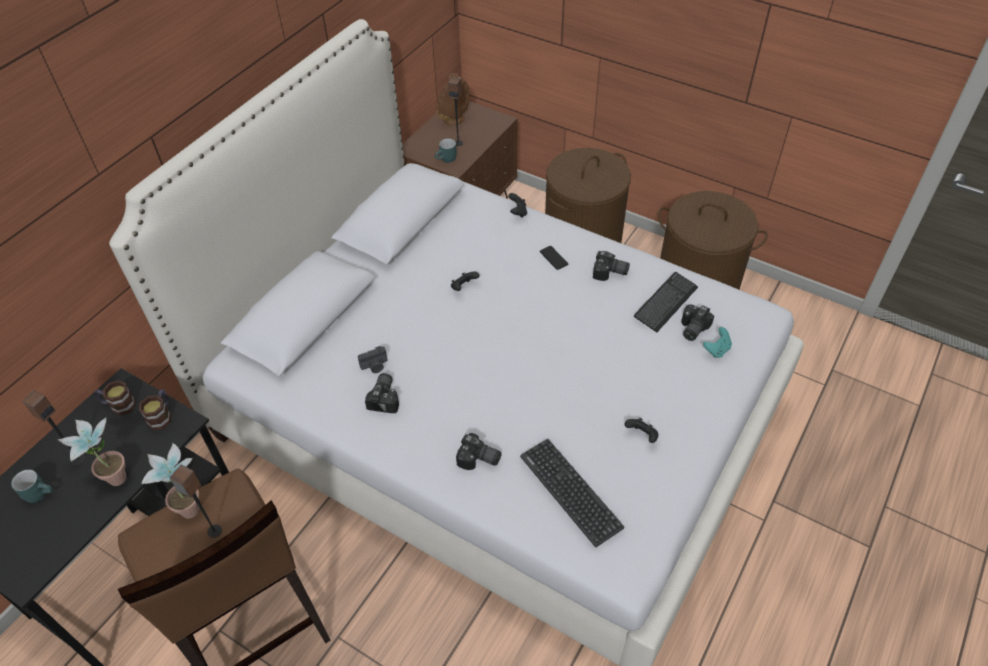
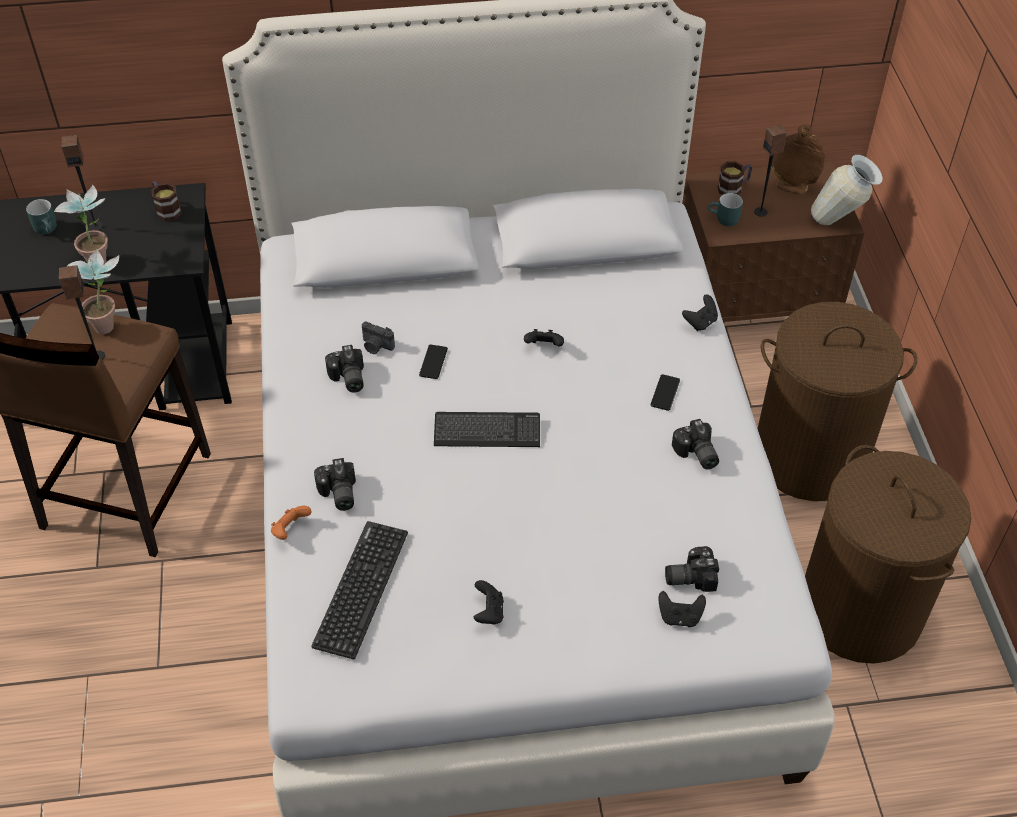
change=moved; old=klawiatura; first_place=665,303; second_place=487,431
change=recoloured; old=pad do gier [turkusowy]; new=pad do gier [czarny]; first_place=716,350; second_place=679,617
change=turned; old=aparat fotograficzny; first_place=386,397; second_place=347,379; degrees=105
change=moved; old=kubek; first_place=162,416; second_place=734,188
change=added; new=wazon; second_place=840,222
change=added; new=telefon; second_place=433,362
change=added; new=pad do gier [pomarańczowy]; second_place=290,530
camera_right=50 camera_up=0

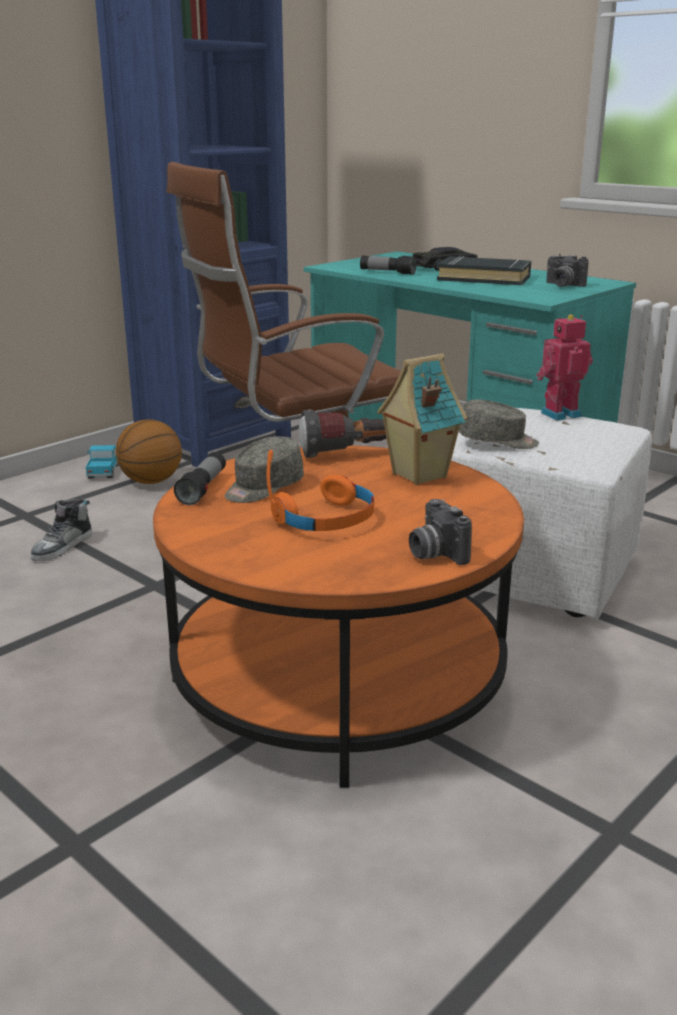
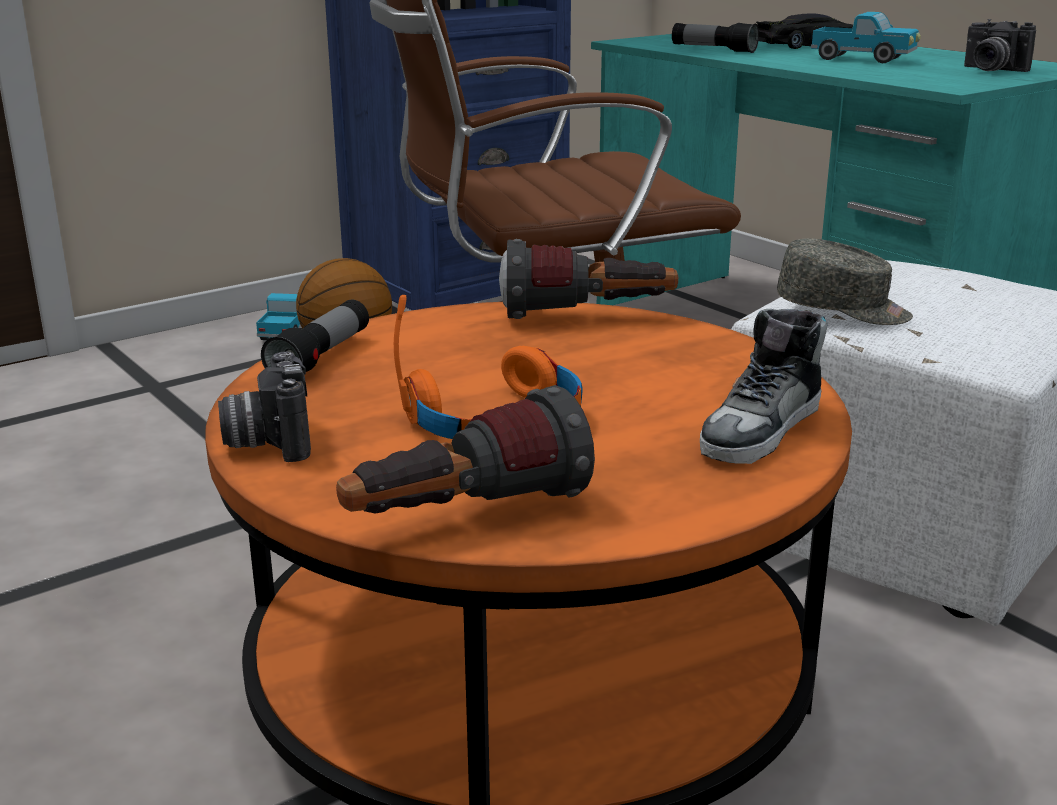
change=replaced; old=książka [czarny]; new=ciężarówka zabawkowa; first_place=484,278; second_place=863,59
change=removed; old=robot zabawkowy; first_place=559,414
change=removed; old=domek; first_place=417,475
change=removed; old=czapka z daszkiem [szary]; first_place=263,488
change=moved; old=but; first_place=63,547; second_place=762,431
change=moved; old=aparat fotograficzny; first_place=434,553; second_place=268,441
change=added; new=latarka; second_place=465,518
camera_right=10 camera_up=0

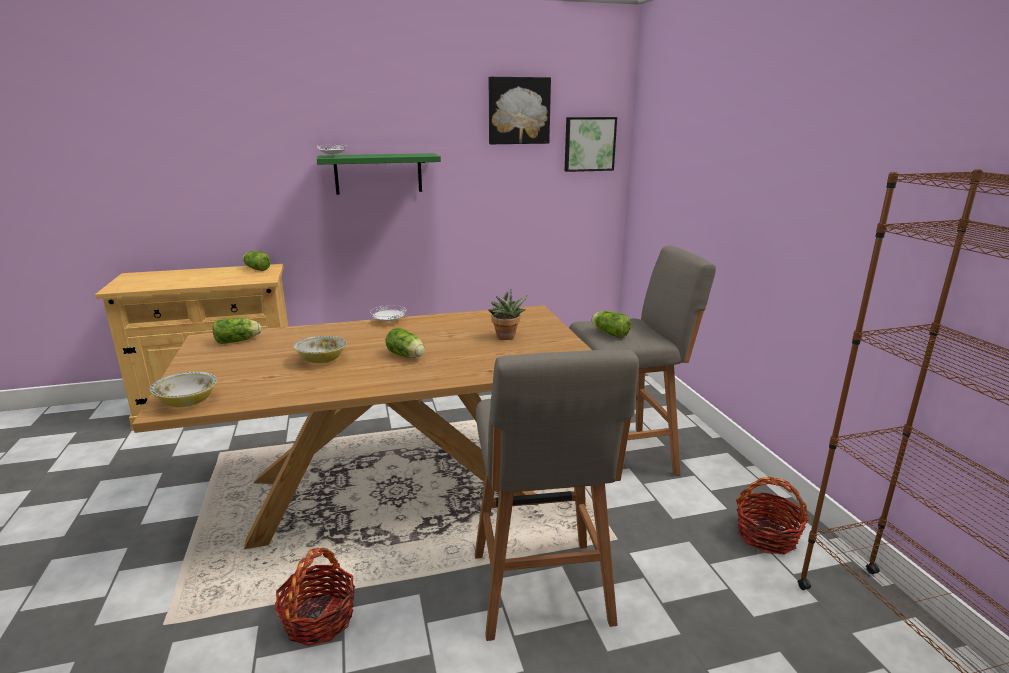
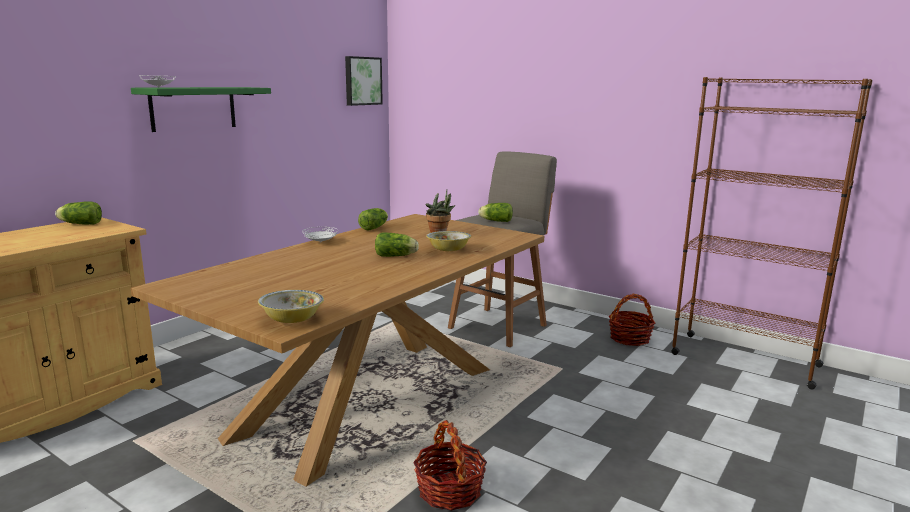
change=removed; old=obraz; first_place=518,111
change=moved; old=sałata; first_place=239,341; second_place=375,227
change=moved; old=miska; first_place=322,360; second_place=448,250
change=removed; old=stołek [szary]; first_place=541,592
camera_right=-40 camera_up=-5

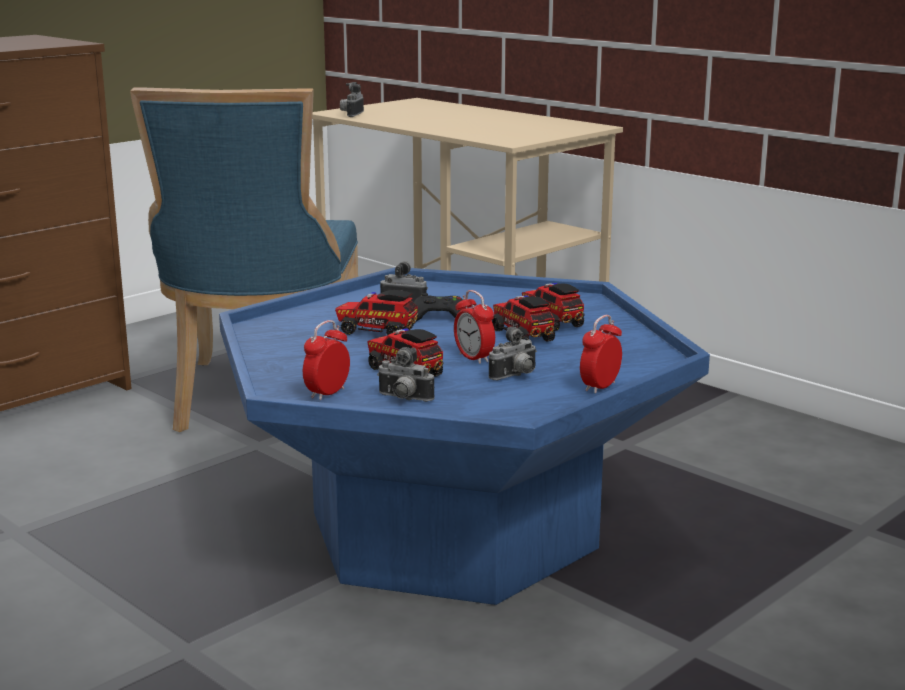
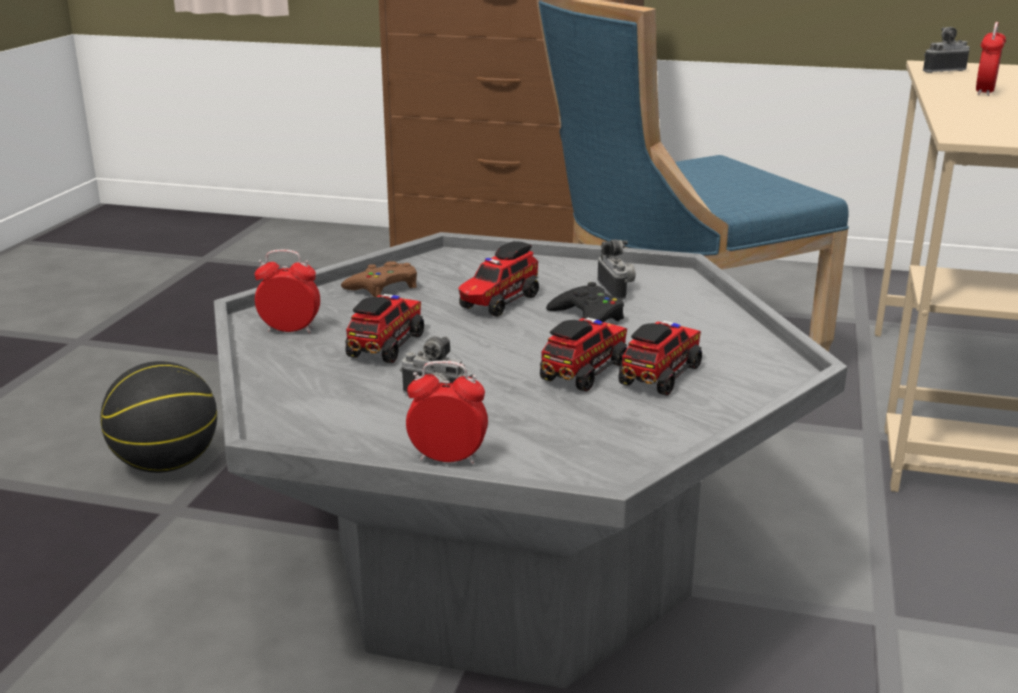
change=recoloured; old=ława [niebieski]; new=ława [szary]; first_place=453,531; second_place=508,568
change=turned; old=ciężarówka zabawkowa; first_place=375,332; second_place=498,303; degrees=-135
change=moved; old=budzik; first_place=474,358; second_place=984,92
change=removed; old=aparat fotograficzny; first_place=403,399
change=added; new=pad do gier [brązowy]; second_place=383,287
change=added; new=piłka do koszykówki; second_place=166,464
camera_right=60 camera_up=5

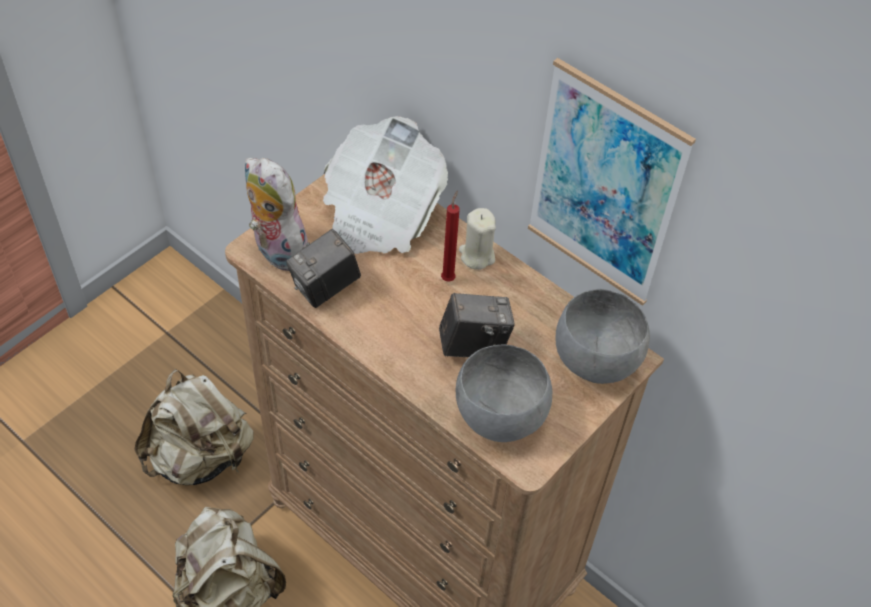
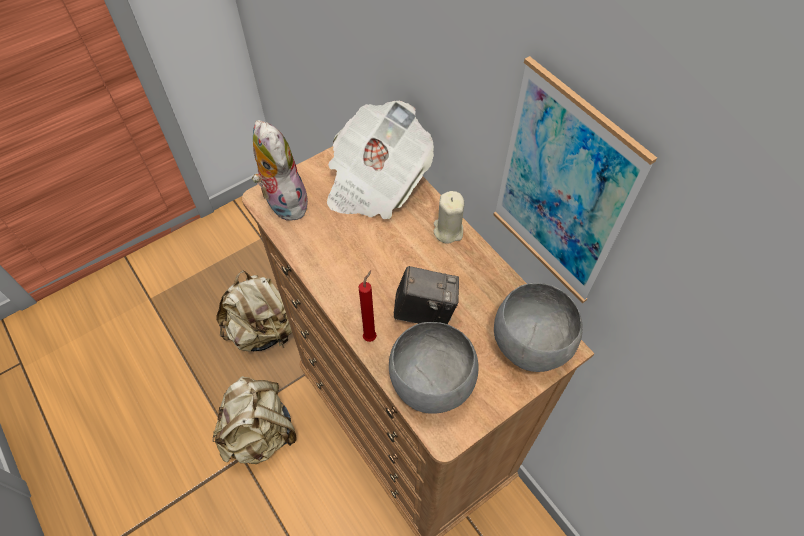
change=moved; old=świeca [czerwony]; first_place=448,278; second_place=371,336
change=removed; old=aparat fotograficzny; first_place=325,288
camera_right=15 camera_up=5

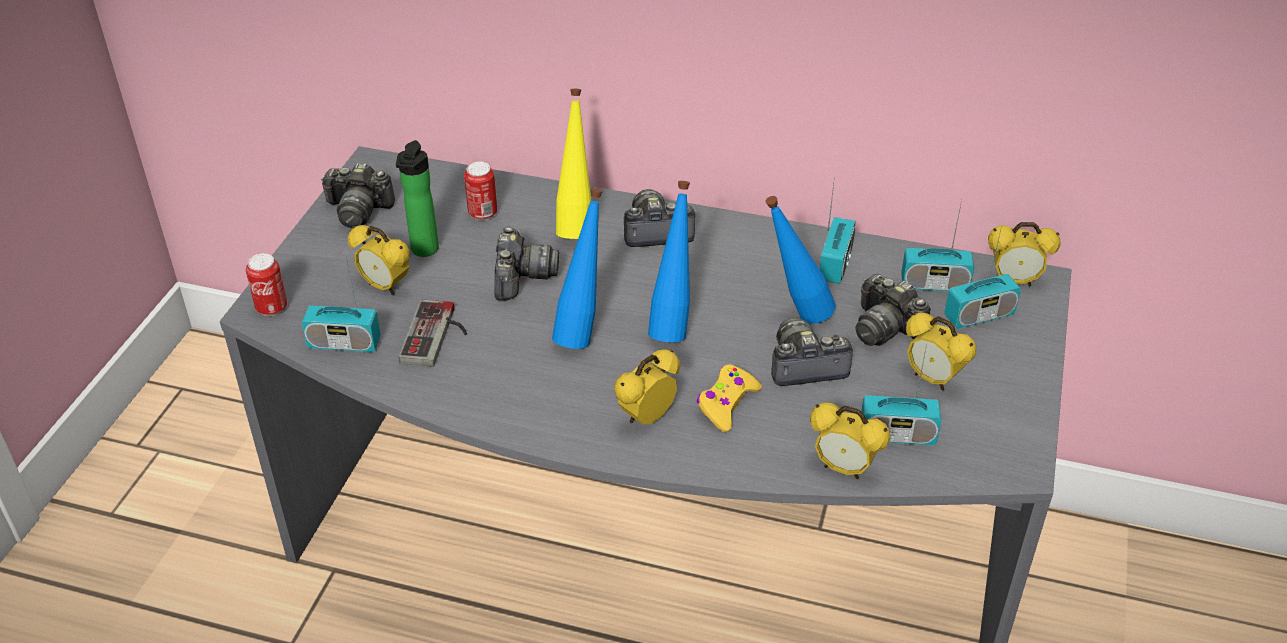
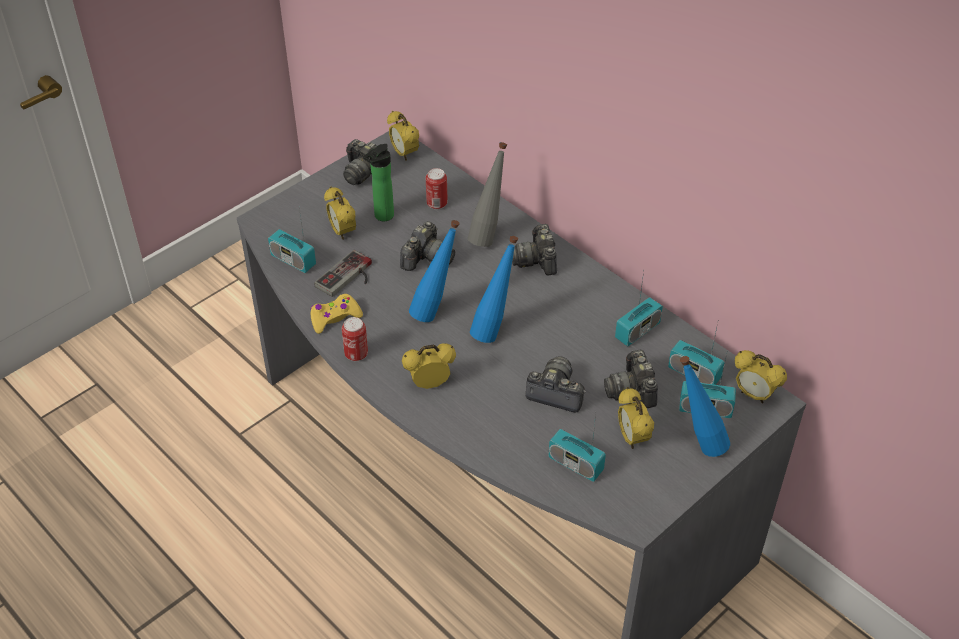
change=recoloured; old=butelka [żółty]; new=butelka [szary]; first_place=576,226; second_place=488,235
change=turned; old=aparat fotograficzny; first_place=656,232; second_place=536,260; degrees=-120
change=moved; old=butelka [niebieski]; first_place=795,317; second_place=697,444
change=moved; old=puszka; first_place=272,308; second_place=356,354
change=moved; old=pad do gier [żółty]; first_place=726,404; second_place=334,318
change=moved; old=budzik; first_place=843,468; second_place=404,154
camera_right=30 camera_up=5

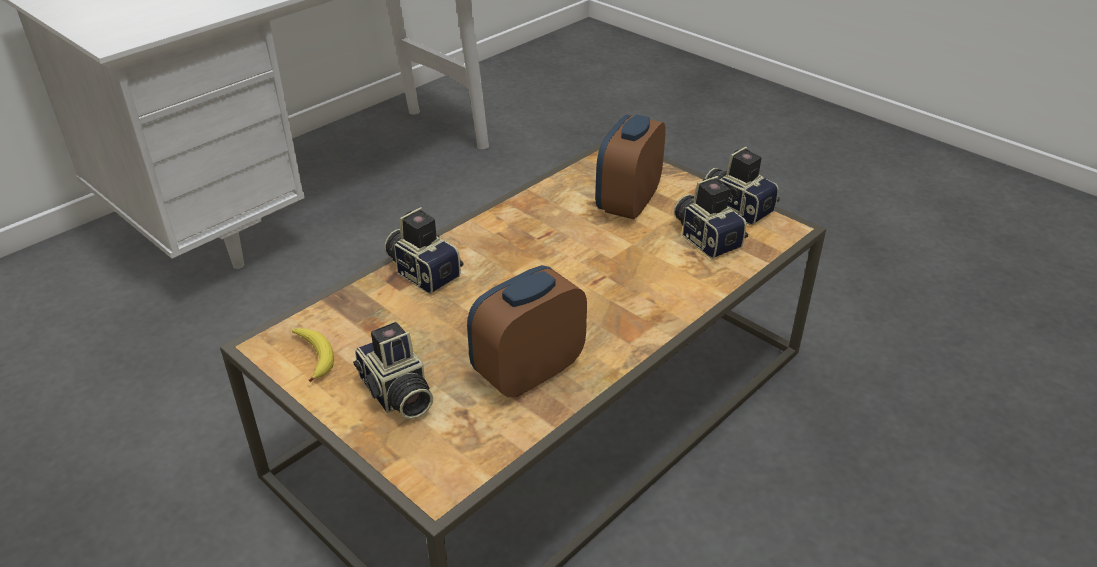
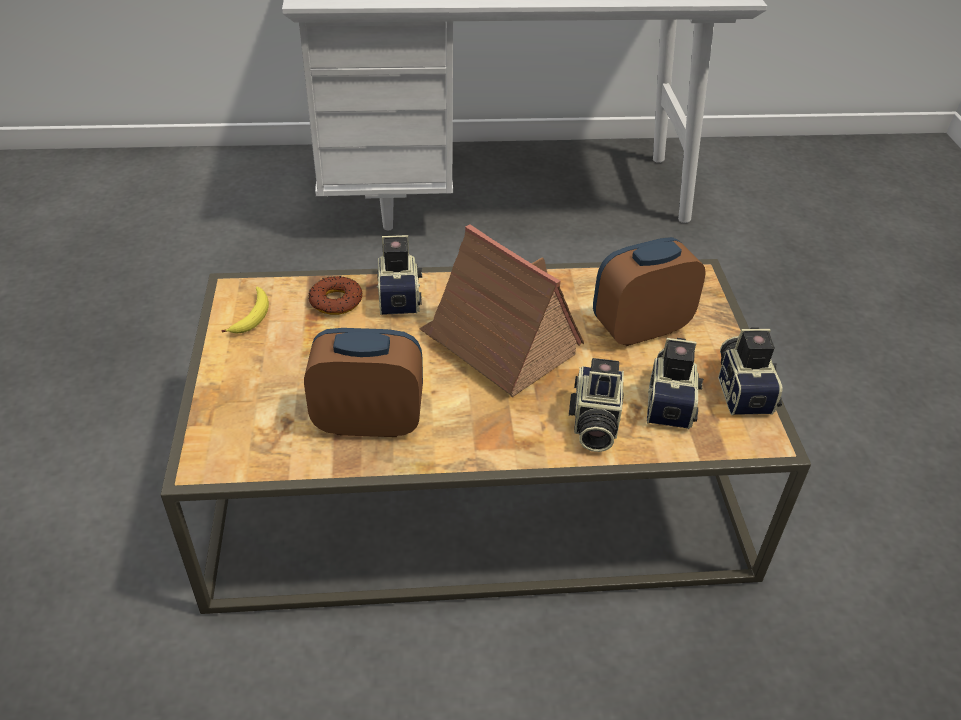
change=moved; old=aparat fotograficzny; first_place=396,395; second_place=593,423
change=added; new=domek; second_place=499,344
change=added; new=donut; second_place=336,301
camera_right=40 camera_up=5

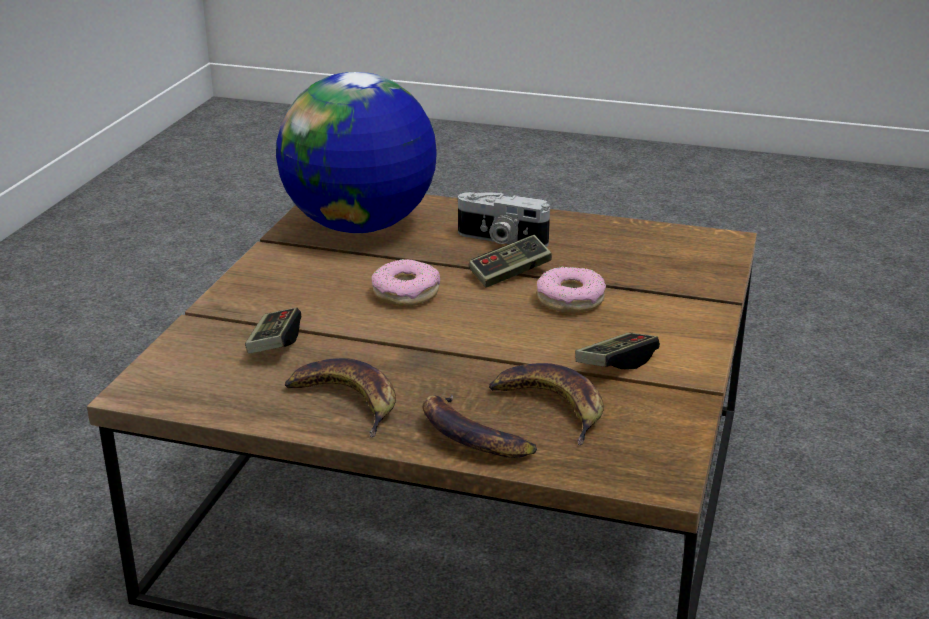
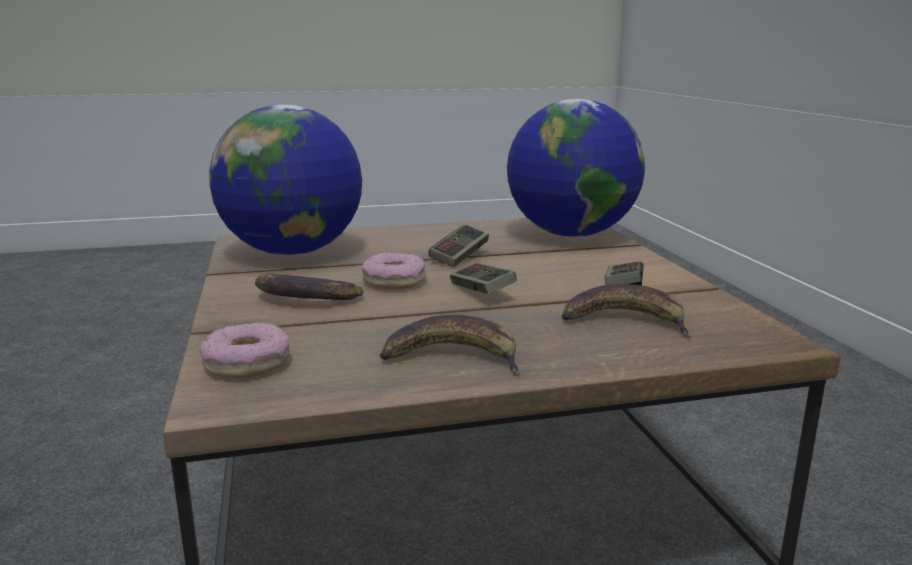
change=removed; old=aparat fotograficzny; first_place=501,240
change=moved; old=donut; first_place=570,300; second_place=246,363
change=moved; old=pad do gier; first_place=274,344; second_place=481,292
change=moved; old=banan; first_place=471,436; second_place=303,298
change=added; new=globus; second_place=571,234
camera_right=-30 camera_up=-10

